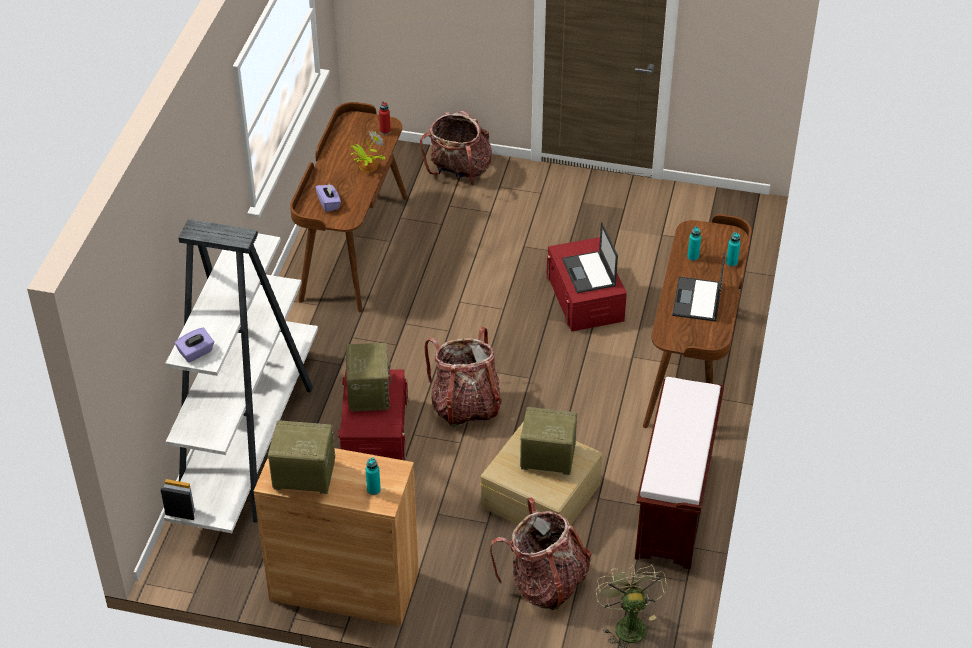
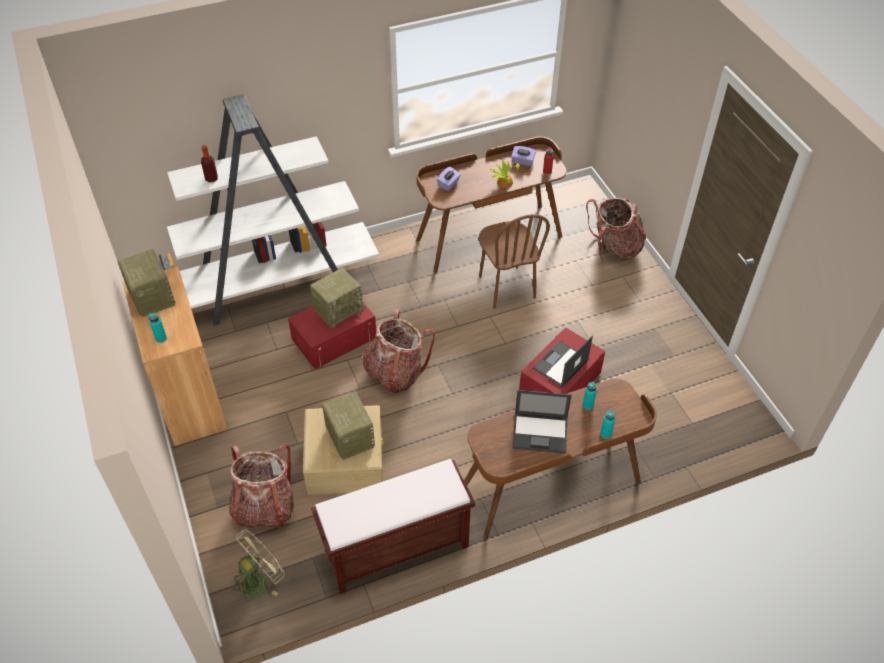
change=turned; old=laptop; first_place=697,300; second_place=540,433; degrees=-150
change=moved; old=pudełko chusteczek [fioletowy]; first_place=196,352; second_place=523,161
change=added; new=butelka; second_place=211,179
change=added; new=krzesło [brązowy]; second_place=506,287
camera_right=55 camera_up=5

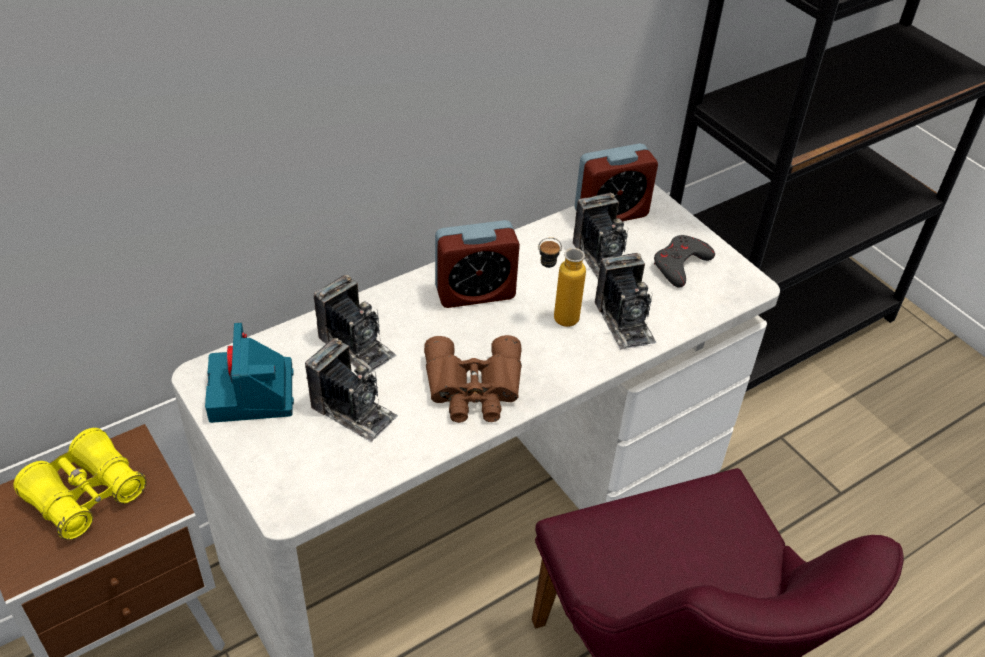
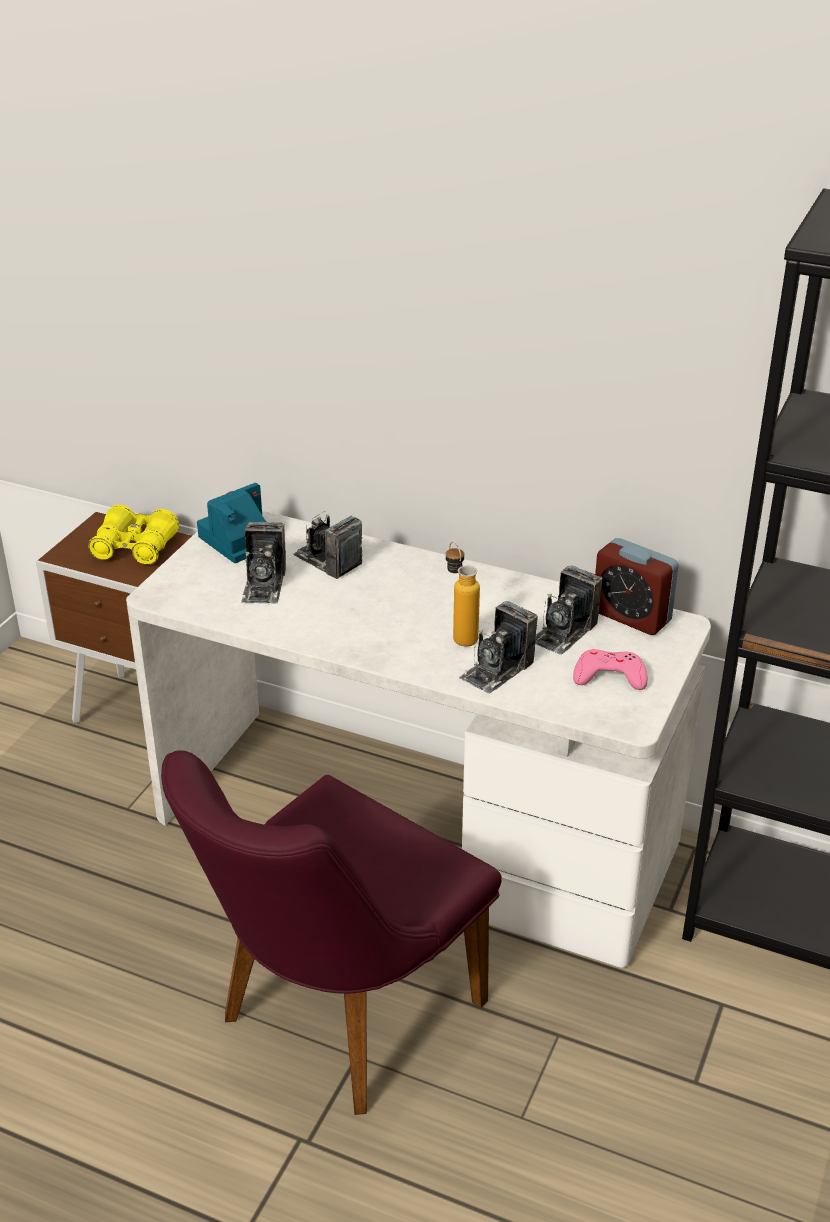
change=removed; old=budzik; first_place=475,292
change=recoloured; old=pad do gier [szary]; new=pad do gier [różowy]; first_place=680,265; second_place=609,676
change=turned; old=aparat fotograficzny; first_place=356,346; second_place=328,560; degrees=120
change=removed; old=lornetka [brązowy]; first_place=474,388
camera_right=60 camera_up=-10

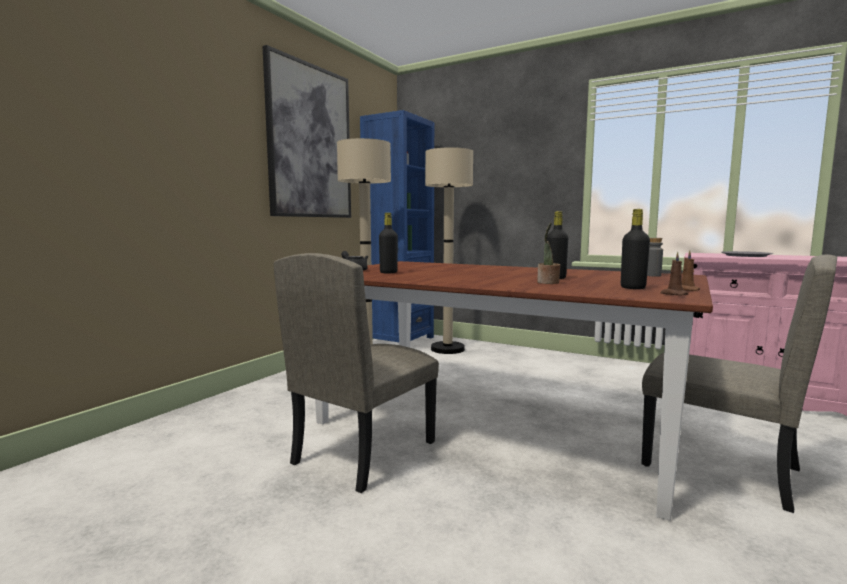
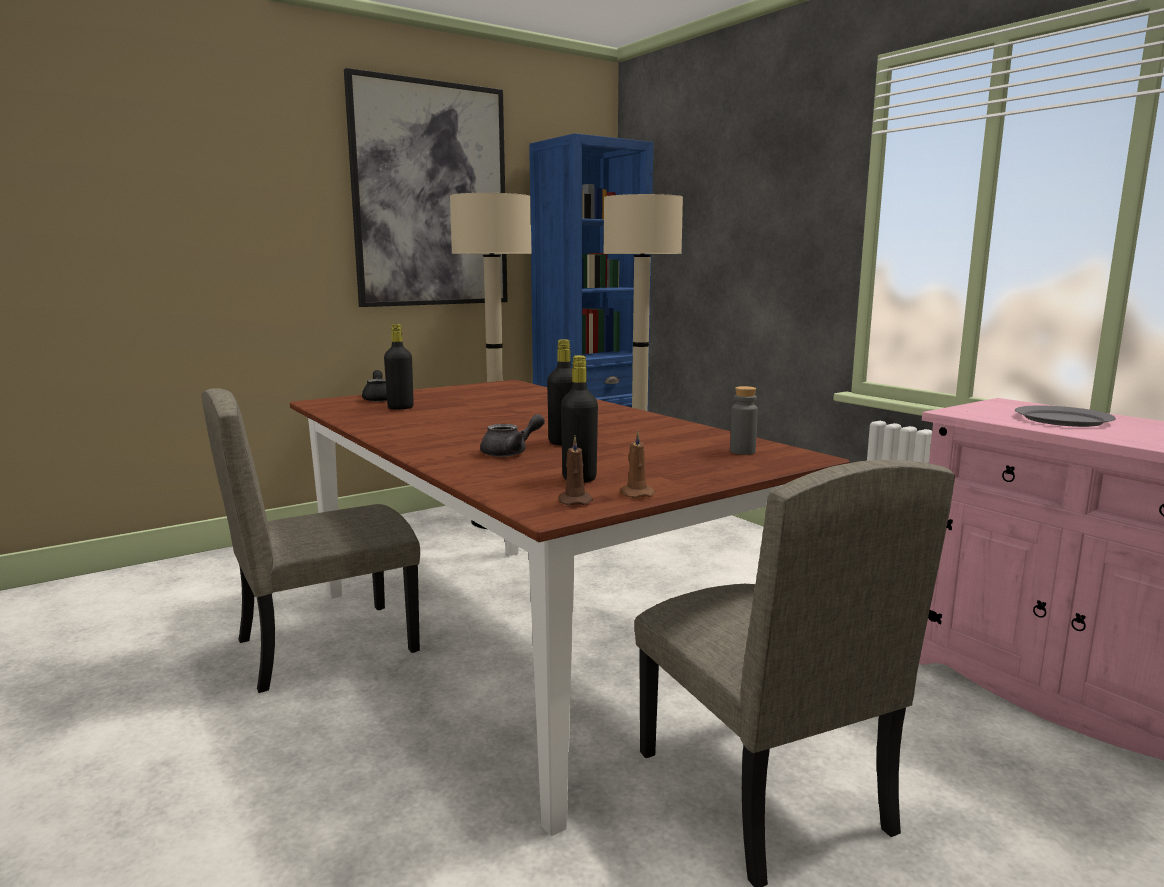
change=replaced; old=roślina doniczkowa; new=imbryk [szary]; first_place=548,283; second_place=511,453
camera_right=25 camera_up=5

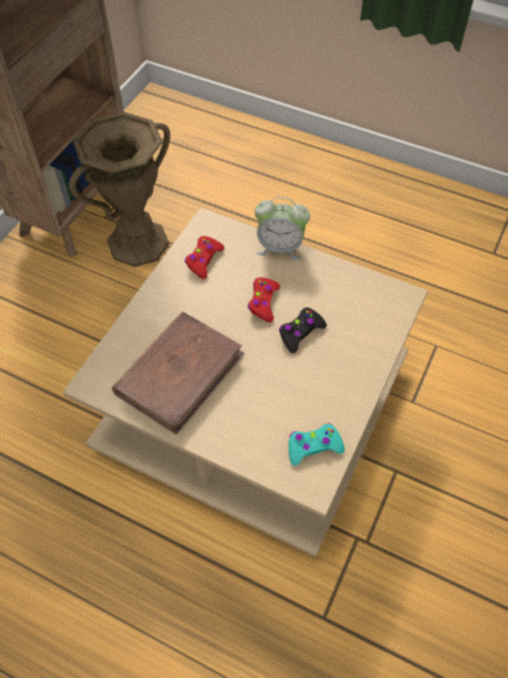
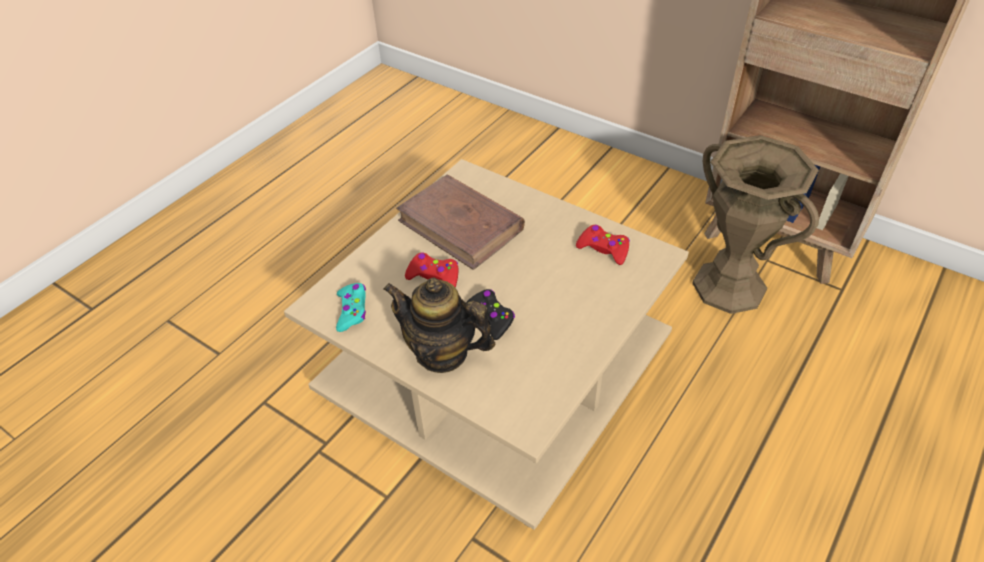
change=removed; old=budzik; first_place=280,248
change=moved; old=pad do gier [czerwony]; first_place=263,302; second_place=434,276
change=added; new=imbryk; second_place=442,353
camera_right=100 camera_up=-10

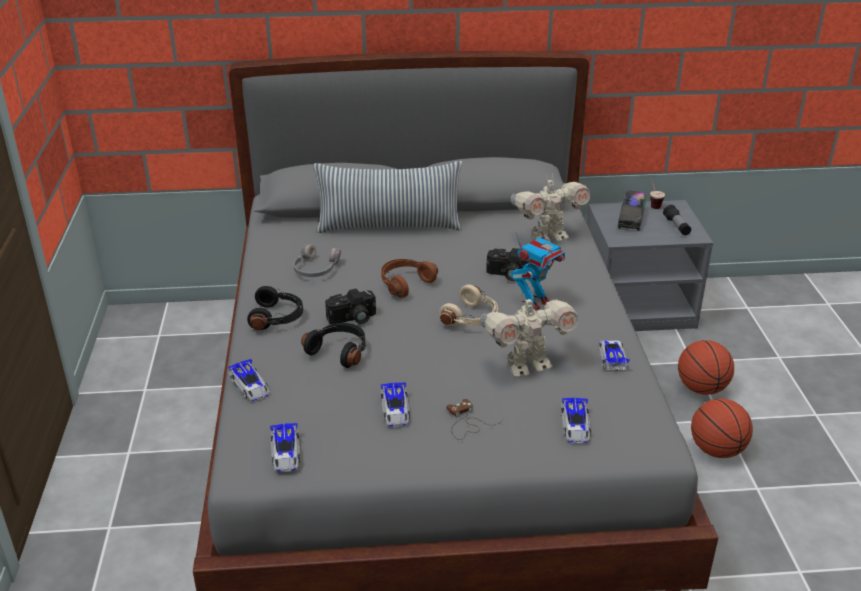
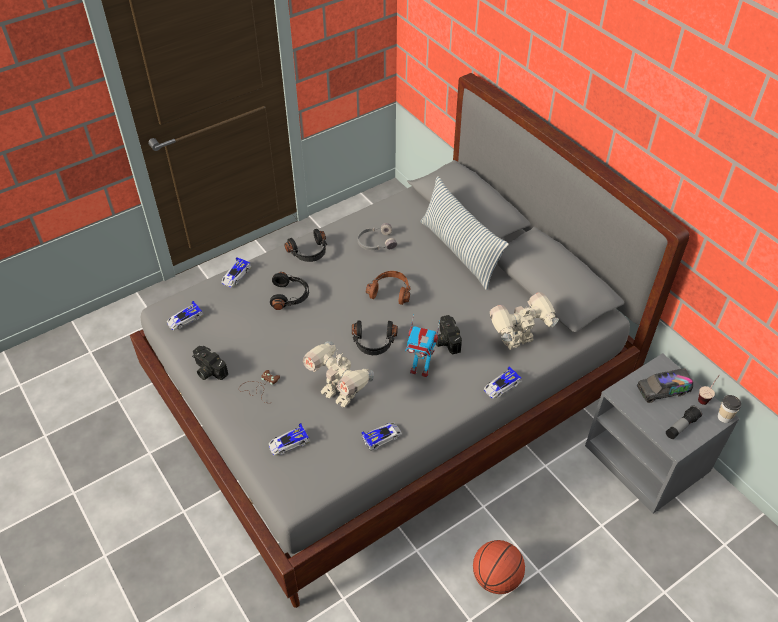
change=turned; old=robot zabawkowy; first_place=548,238; second_place=518,342; degrees=120
change=recoloured; old=słuchawki [beżowy]; new=słuchawki [czarny]; first_place=472,318; second_place=374,343
change=moved; old=aparat fotograficzny; first_place=352,319; second_place=208,370
change=removed; old=piłka do koszykówki; first_place=701,388
change=moved; old=samochodzik; first_place=395,409; second_place=501,386
change=added; new=filiżanka; second_place=724,417
camera_right=60 camera_up=15

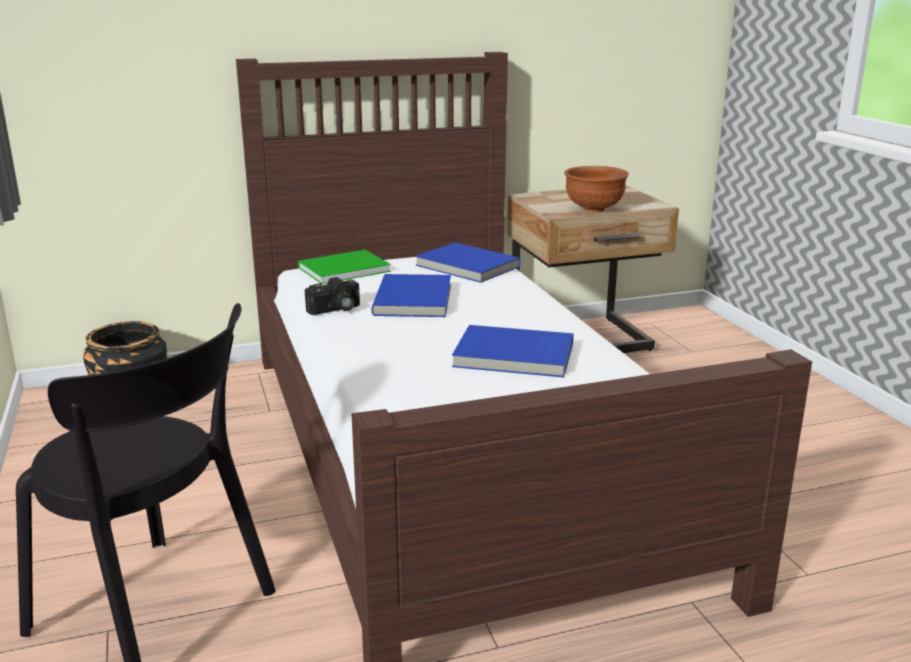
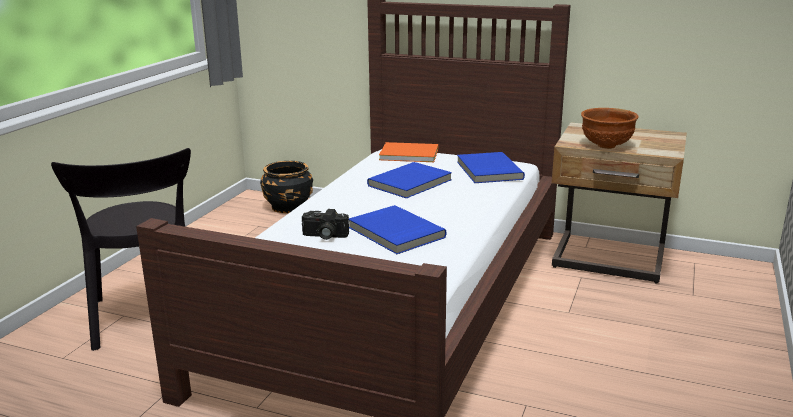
change=recoloured; old=książka [zielony]; new=książka [pomarańczowy]; first_place=341,269; second_place=407,154
change=moved; old=aparat fotograficzny; first_place=335,310; second_place=324,236
camera_right=40 camera_up=0

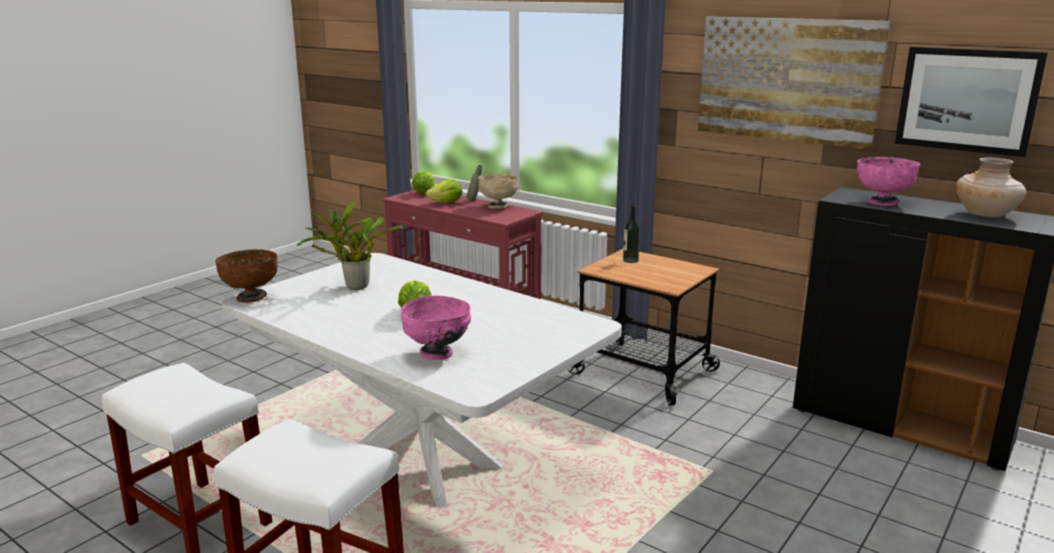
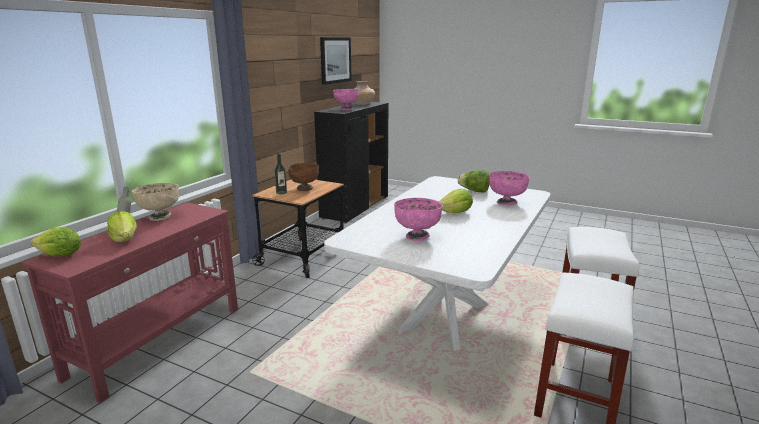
change=removed; old=obraz; first_place=786,80
change=replaced; old=roślina doniczkowa; new=miska [różowy]; first_place=353,286; second_place=417,236
change=moved; old=miska [brązowy]; first_place=251,297; second_place=304,189
change=added; new=sałata; second_place=474,191
camera_right=-100 camera_up=0

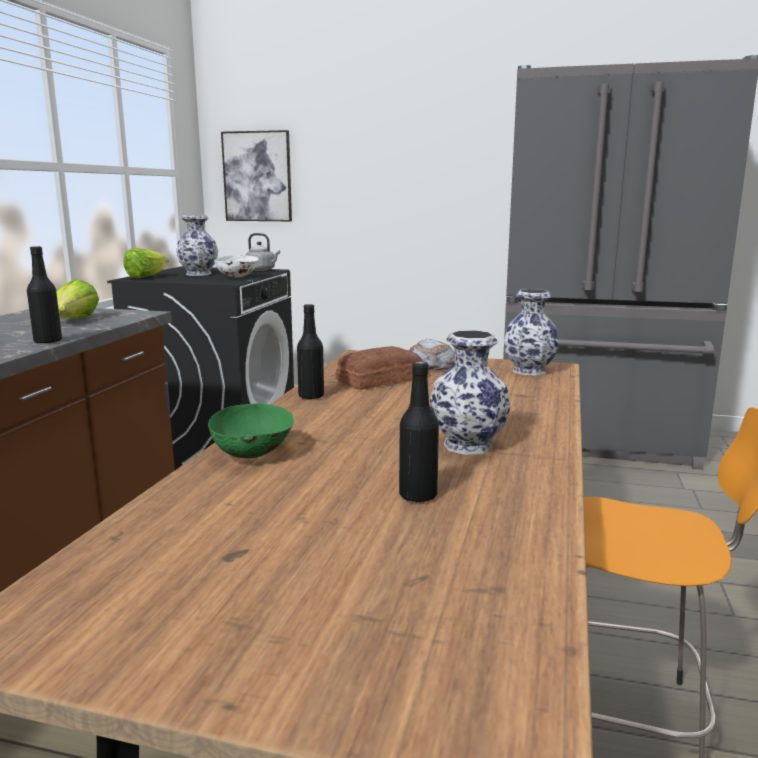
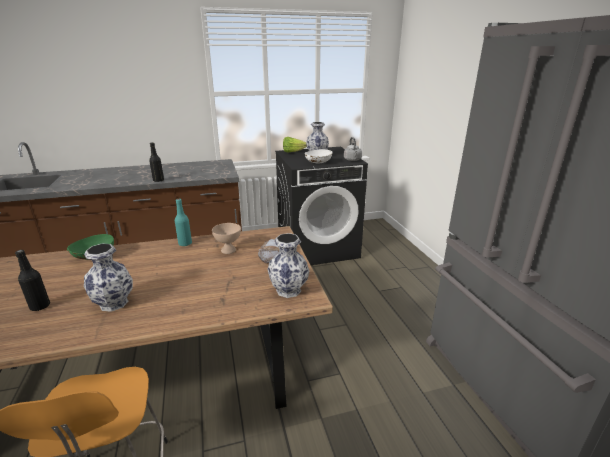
change=removed; old=obraz; first_place=257,176
change=removed; old=sałata; first_place=75,320
change=recoloured; old=butelka [czarny]; new=butelka [turkusowy]; first_place=311,396; second_place=185,243
change=replaced; old=chleb; new=miska [beżowy]; first_place=378,379; second_place=228,250
camera_right=60 camera_up=10

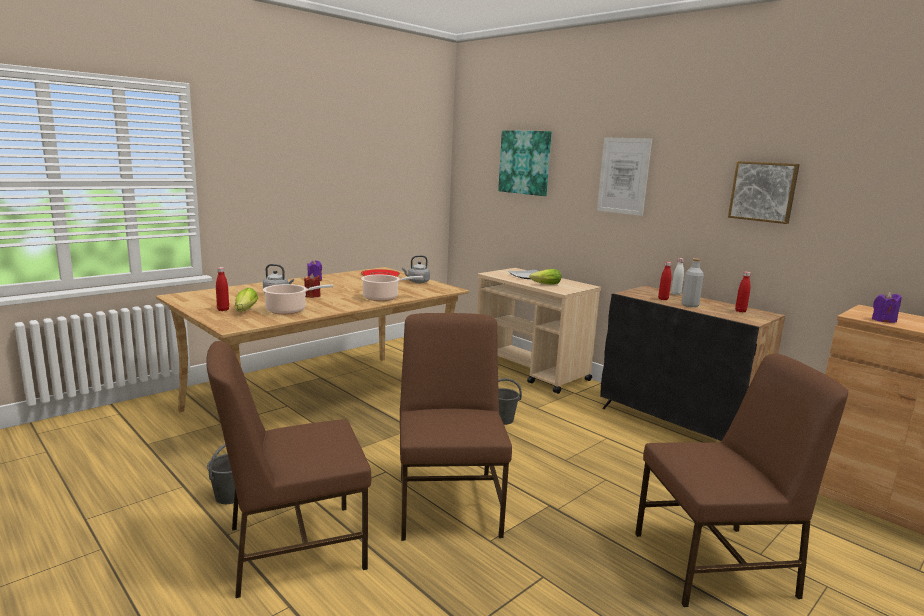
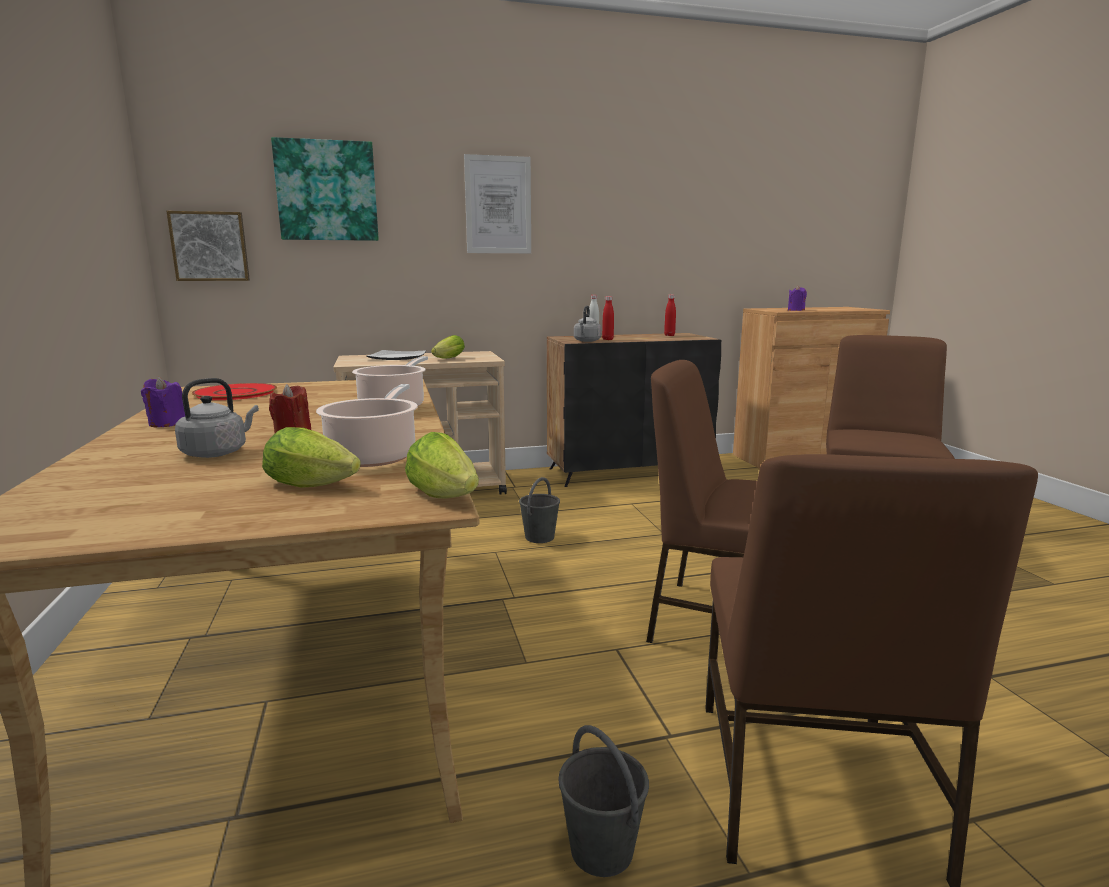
change=moved; old=obraz; first_place=763,191; second_place=210,246
change=moved; old=czajnik [szary]; first_place=417,282; second_place=587,341
change=removed; old=butelka [szary]; first_place=689,305
change=removed; old=butelka [czerwony]; first_place=223,310
change=added; new=sałata; second_place=446,495
camera_right=-60 camera_up=0

